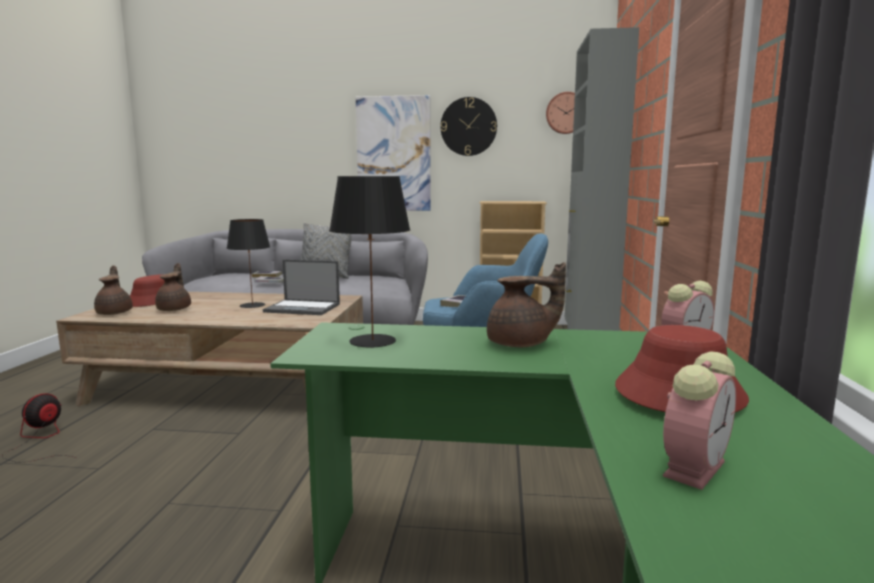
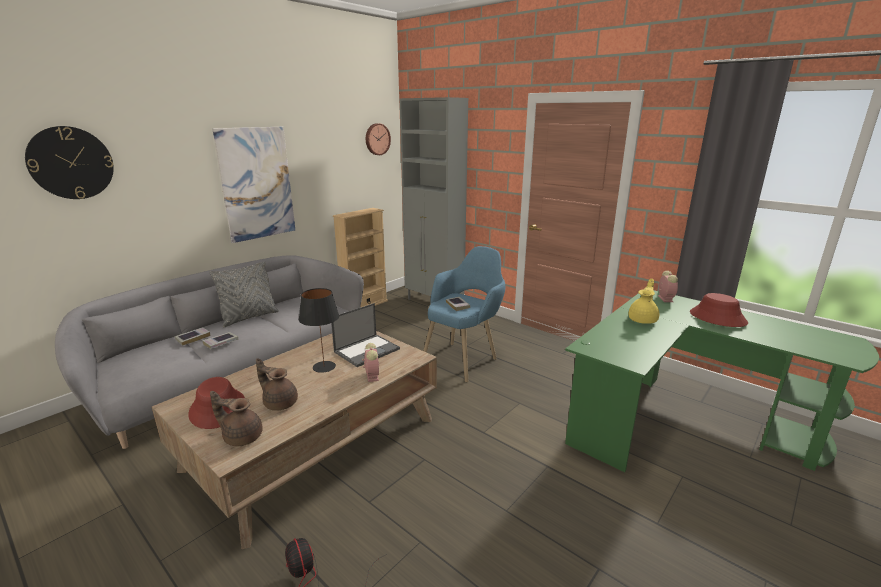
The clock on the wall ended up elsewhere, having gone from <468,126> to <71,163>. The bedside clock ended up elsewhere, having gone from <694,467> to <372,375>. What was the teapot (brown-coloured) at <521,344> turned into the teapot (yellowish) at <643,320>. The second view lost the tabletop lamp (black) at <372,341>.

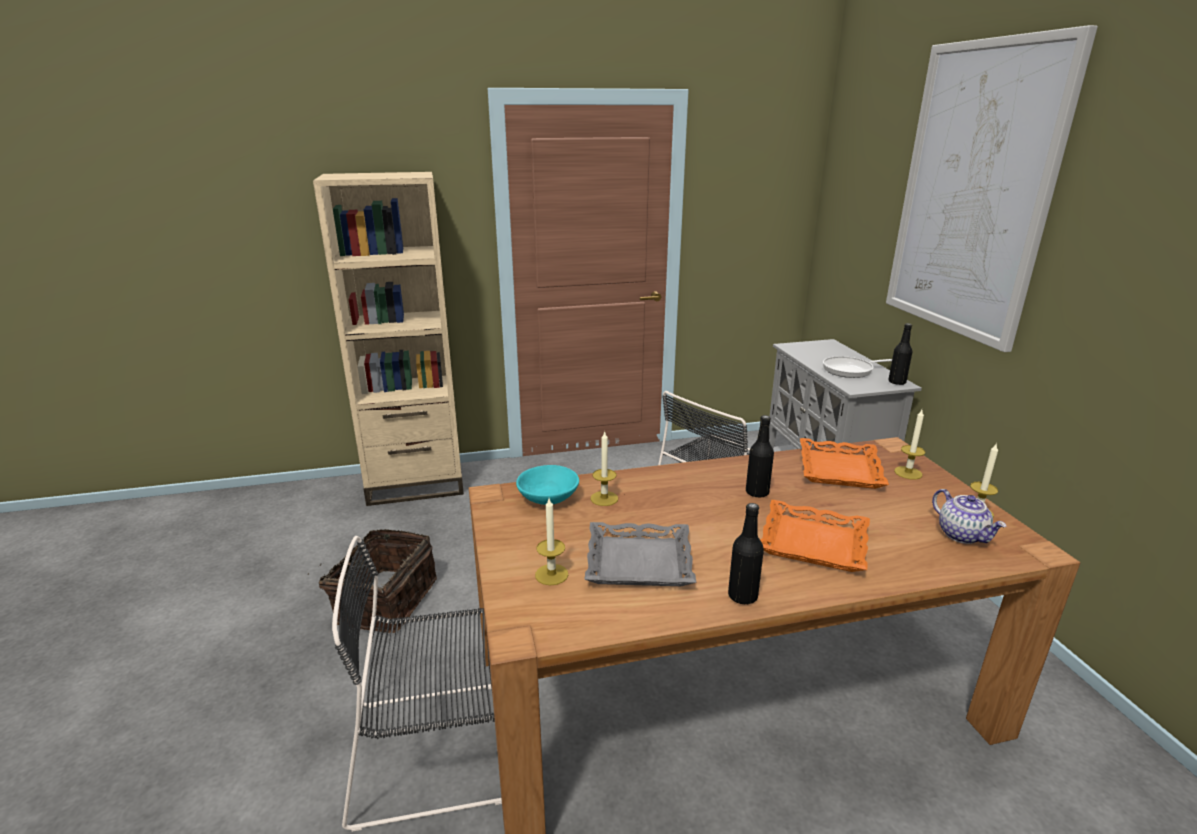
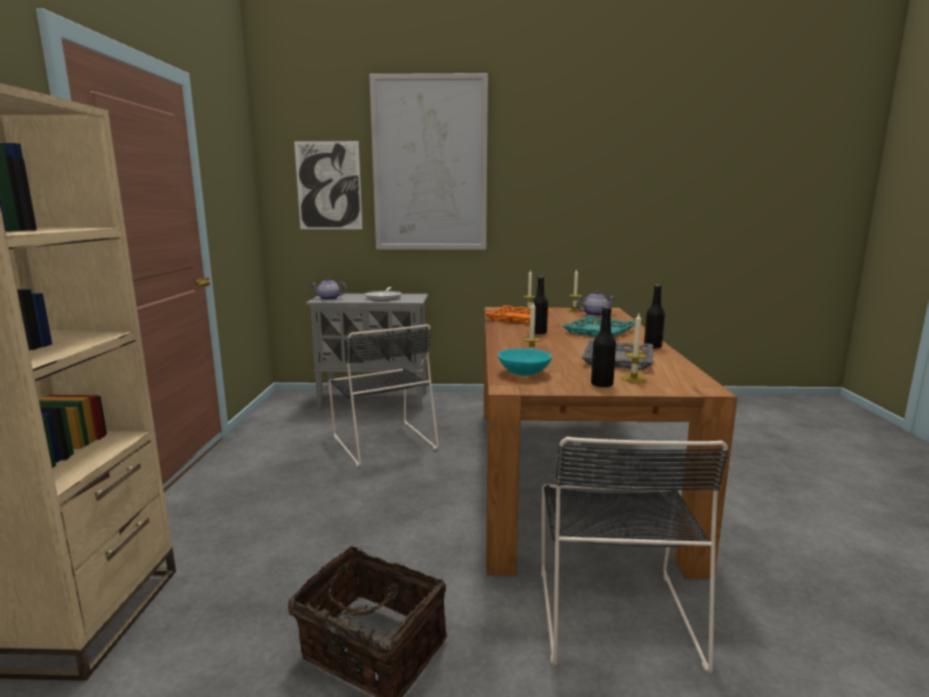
The second view gained the picture at <329,185>. The second view gained the teapot at <328,298>. What was the carrying tray (orange) at <813,542> turned into the carrying tray (turquoise-coloured) at <599,331>. The drink bottle (black) ended up elsewhere, having gone from <897,382> to <602,384>.

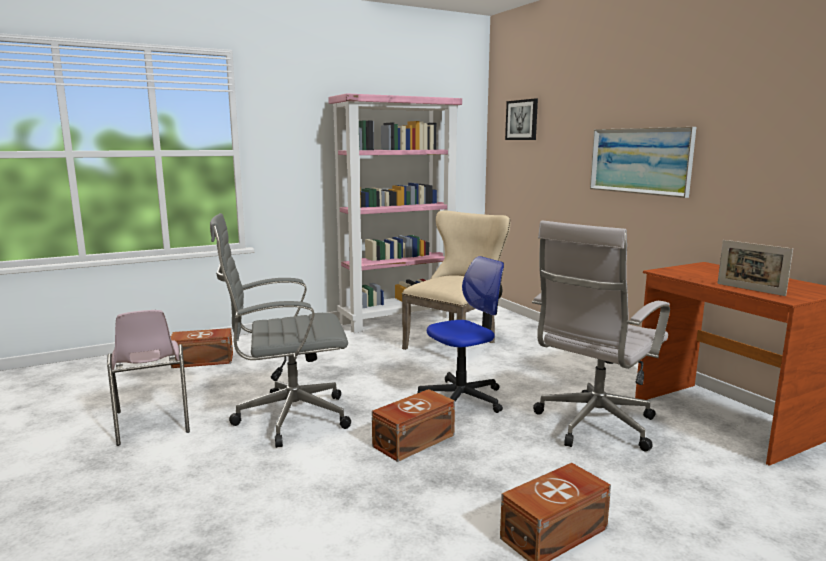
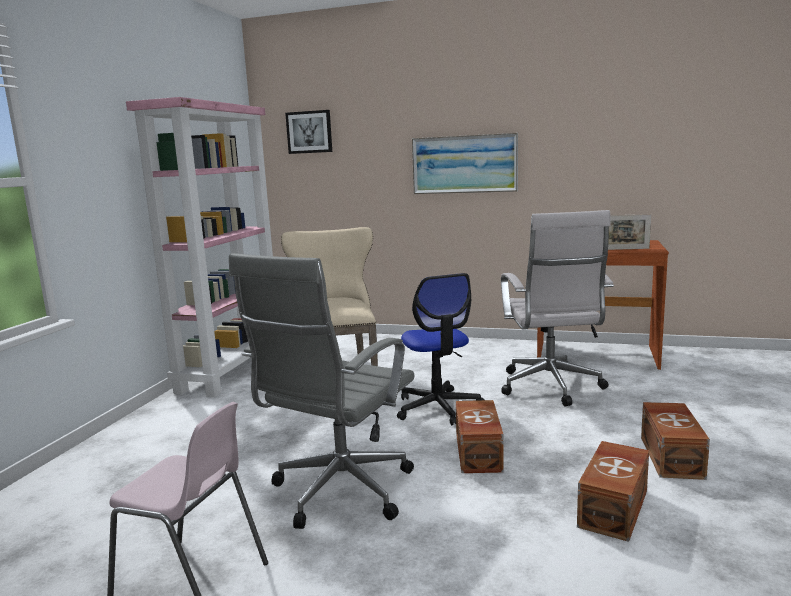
The office chair at <462,398> ended up facing another way, 150 degrees clockwise from before. The storage box (brown-coloured) ended up elsewhere, having gone from <203,361> to <615,508>.

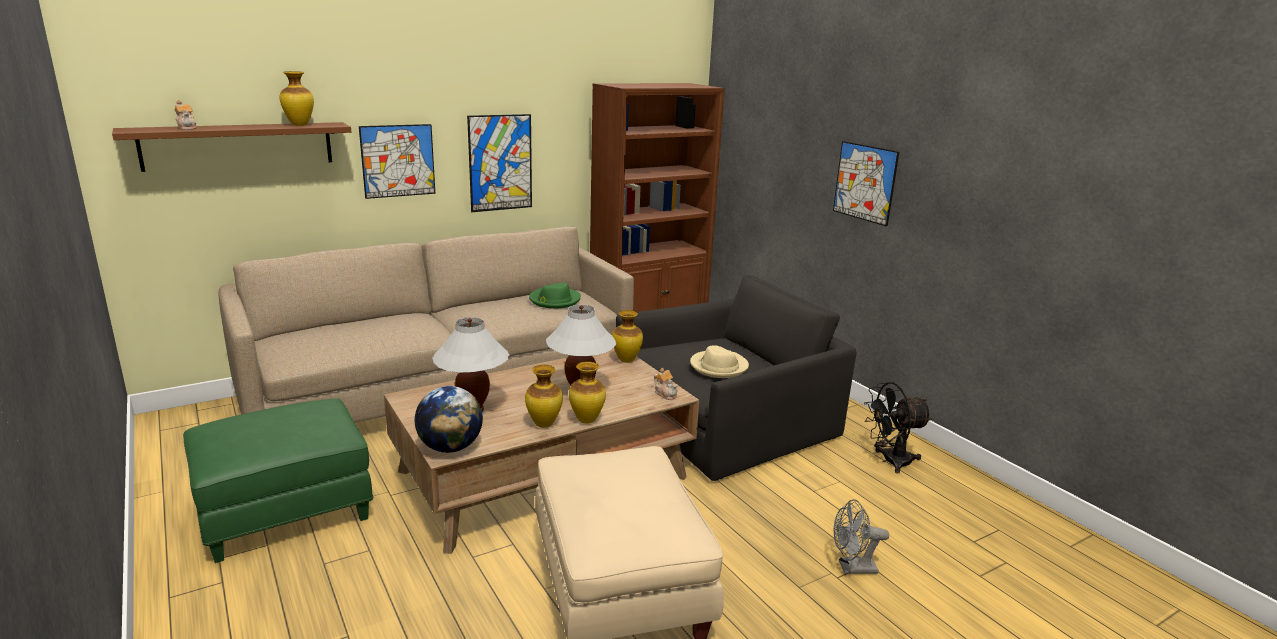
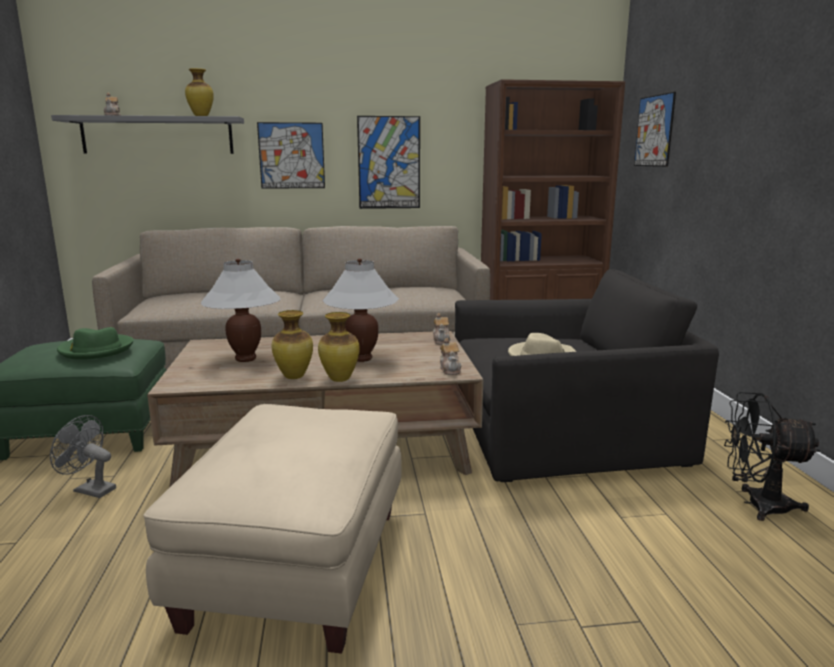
The fan (grey) ended up elsewhere, having gone from <852,568> to <89,489>. What was the bracket shelf (brown-coloured) at <238,145> turned into the bracket shelf (grey) at <158,135>. The hat (greenish) ended up elsewhere, having gone from <554,300> to <96,350>. Where the decorative vase stood at <626,360>, the teapot came to stand at <441,340>. The picture ended up elsewhere, having gone from <865,182> to <654,131>. The second view lost the desk globe at <450,447>.

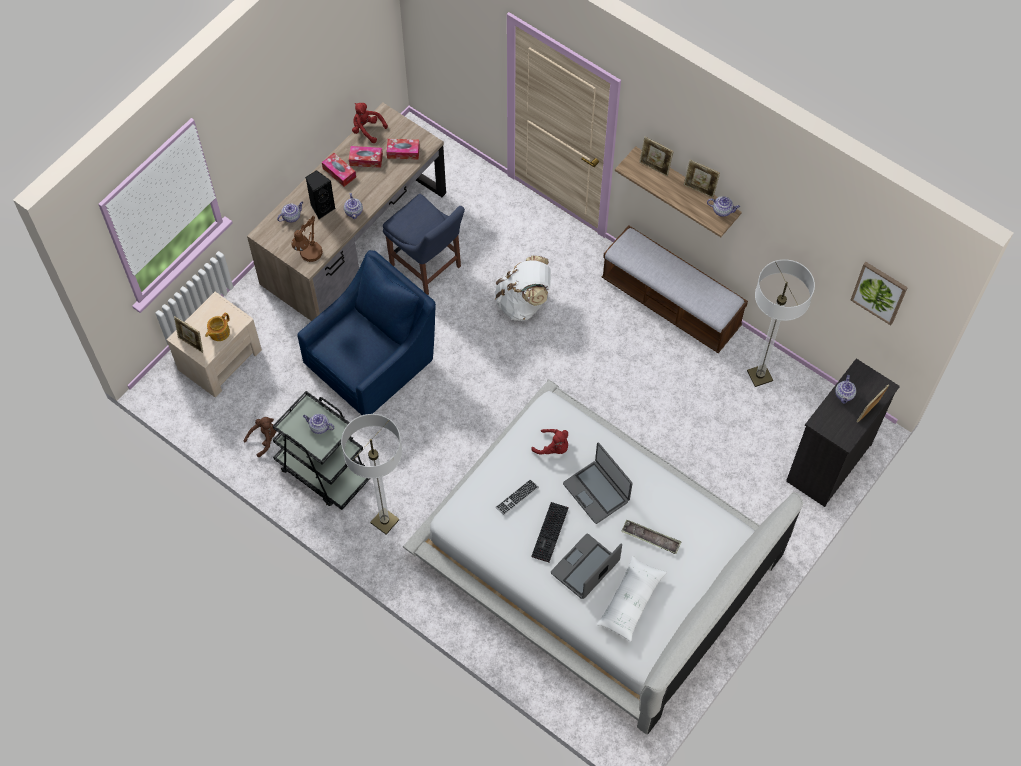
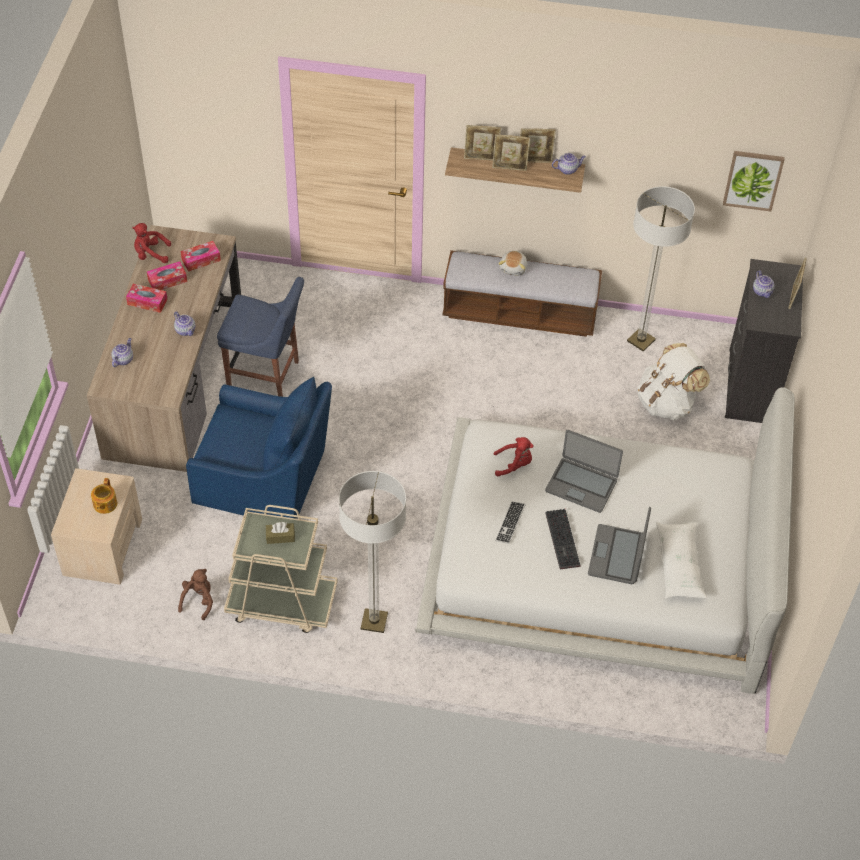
The lounge chair (bluish) at <373,359> ended up facing another way, 90 degrees clockwise from before. What was the wheeled cart (black) at <324,471> turned into the wheeled cart (beige) at <281,603>. Where the teapot stood at <319,427>, the box of tissues (brown-coloured) came to stand at <280,537>. The photo frame ended up elsewhere, having gone from <191,344> to <509,168>. The second view gained the plush toy at <513,268>. The rucksack (white) ended up elsewhere, having gone from <523,302> to <667,402>. The second view lost the tabletop lamp (brown-coloured) at <309,256>. The second view lost the audio speaker (black) at <322,208>. The second view lost the carrying tray at <651,538>.

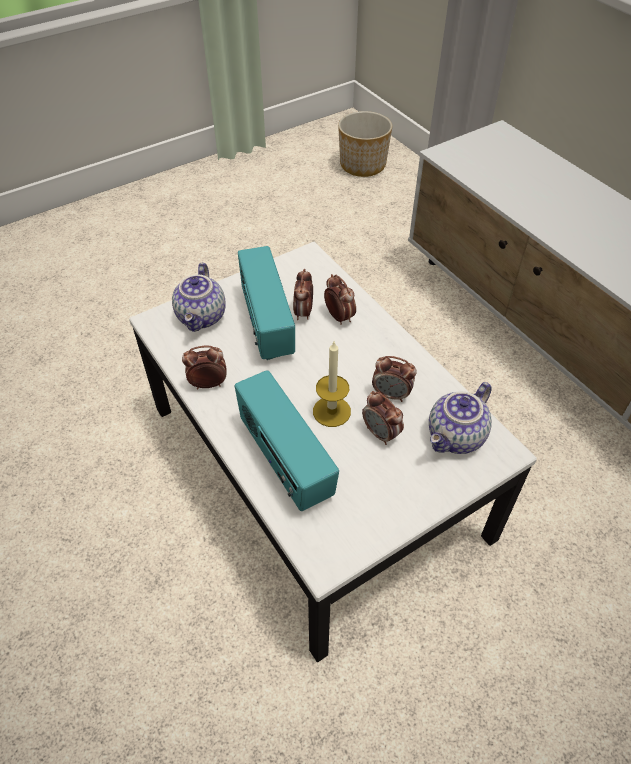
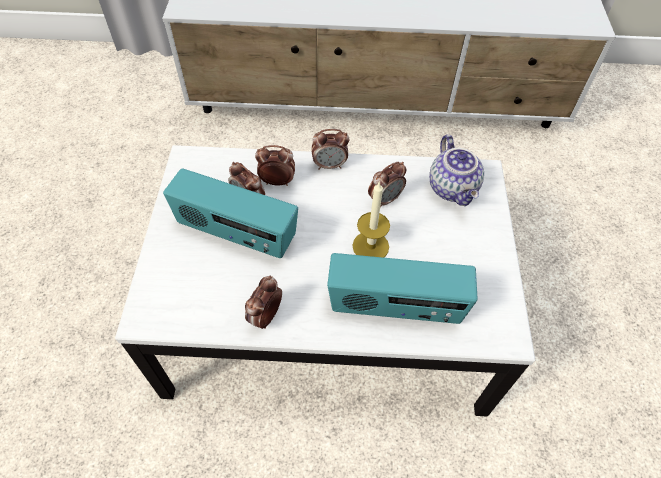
The bedside clock ended up elsewhere, having gone from <381,434> to <329,165>. The second view lost the teapot at <202,317>. The second view lost the flower pot at <362,165>.

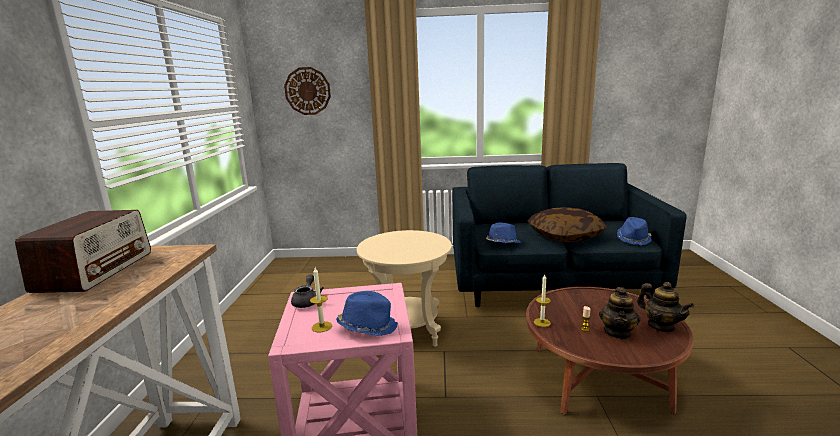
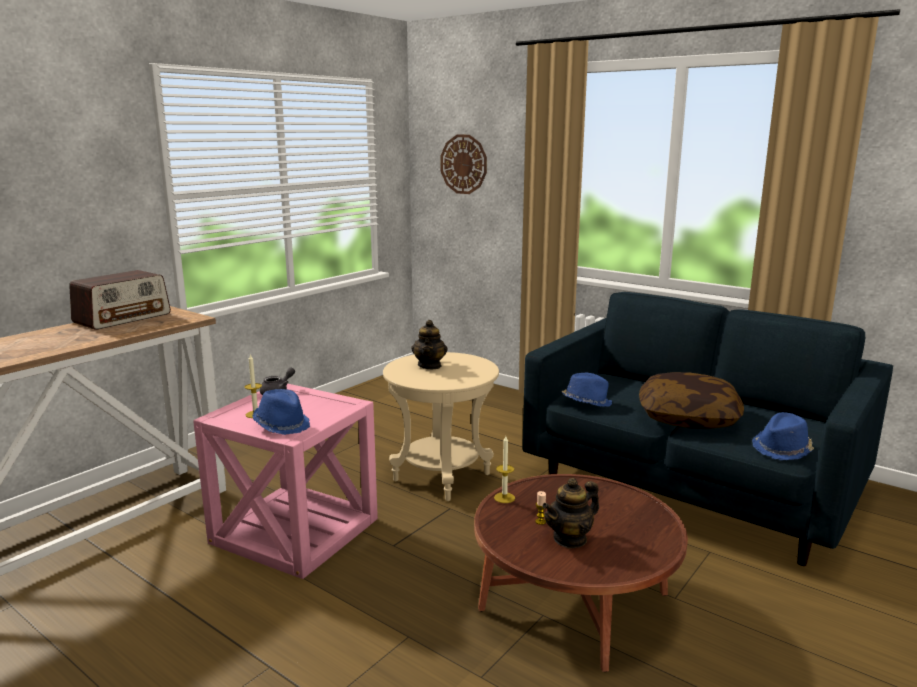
The teapot ended up elsewhere, having gone from <661,326> to <430,365>.

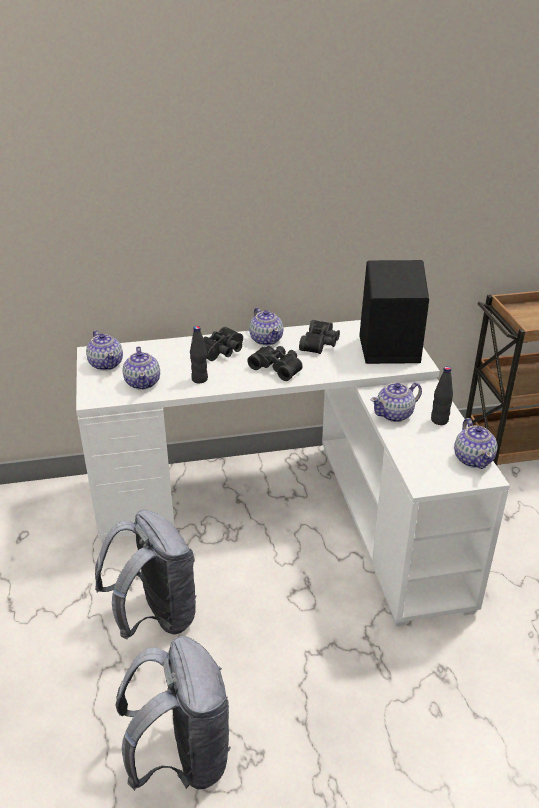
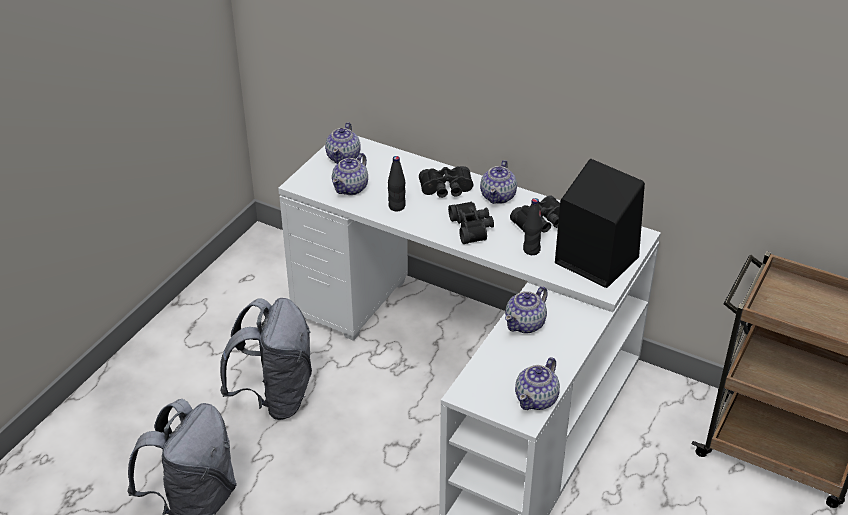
The teapot at <395,414> ended up facing another way, 60 degrees counterclockwise from before. The drink bottle (black) ended up elsewhere, having gone from <439,420> to <531,250>.

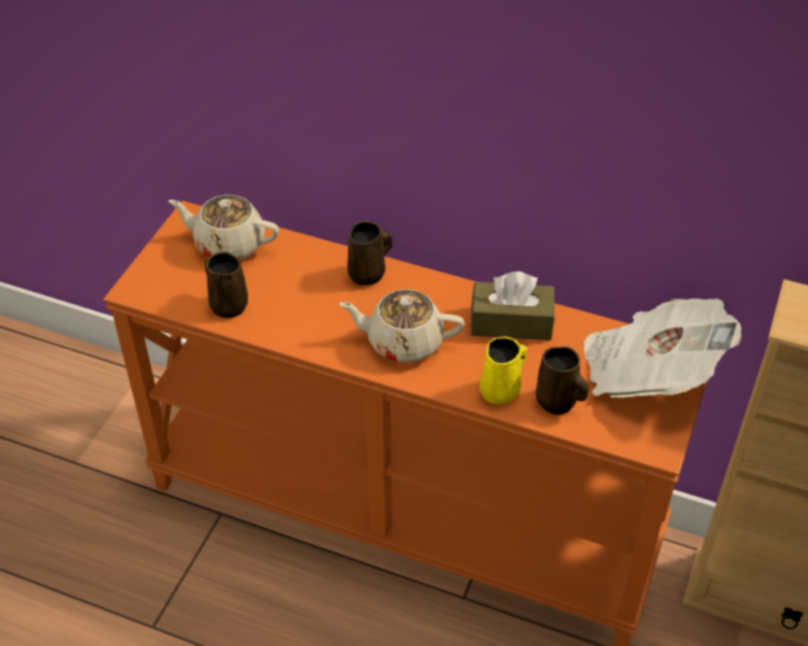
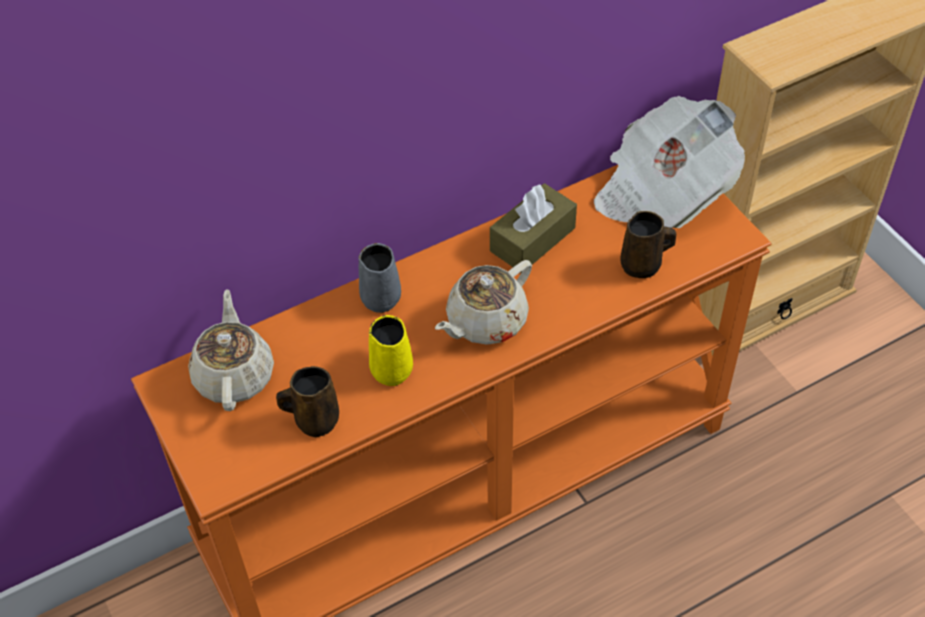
The teapot (beige) at <228,244> ended up facing another way, 120 degrees clockwise from before. What was the mug (brown-coloured) at <368,274> turned into the mug (grey) at <381,296>. The mug (yellowish) ended up elsewhere, having gone from <501,390> to <392,368>.

